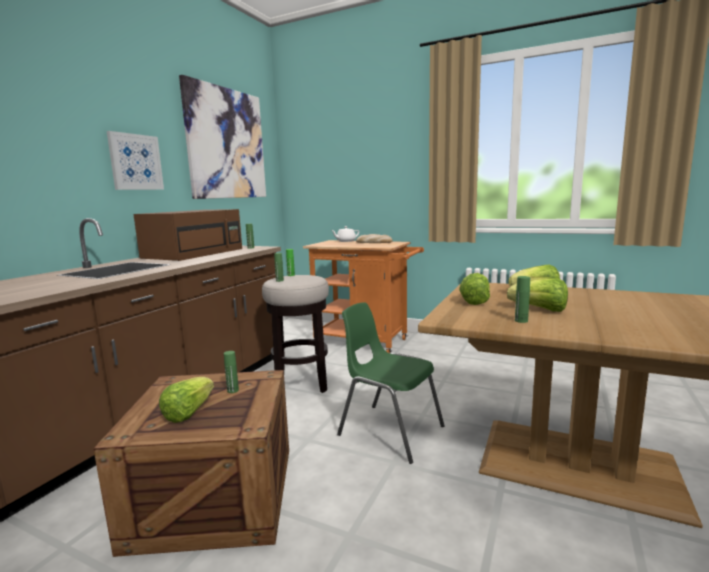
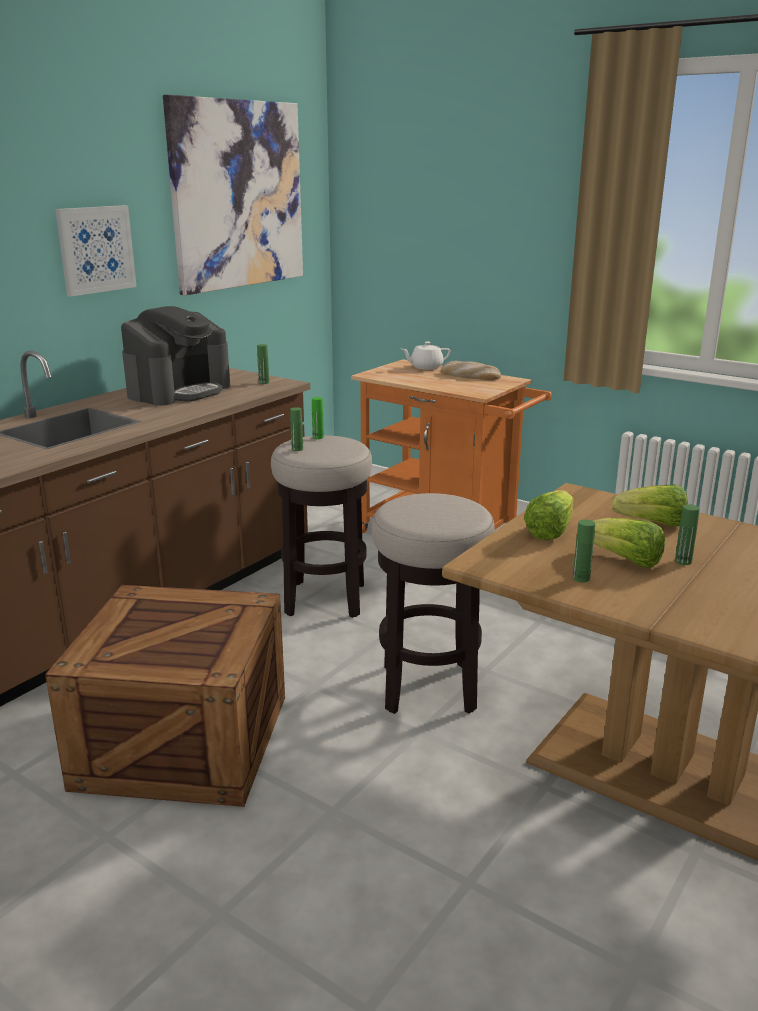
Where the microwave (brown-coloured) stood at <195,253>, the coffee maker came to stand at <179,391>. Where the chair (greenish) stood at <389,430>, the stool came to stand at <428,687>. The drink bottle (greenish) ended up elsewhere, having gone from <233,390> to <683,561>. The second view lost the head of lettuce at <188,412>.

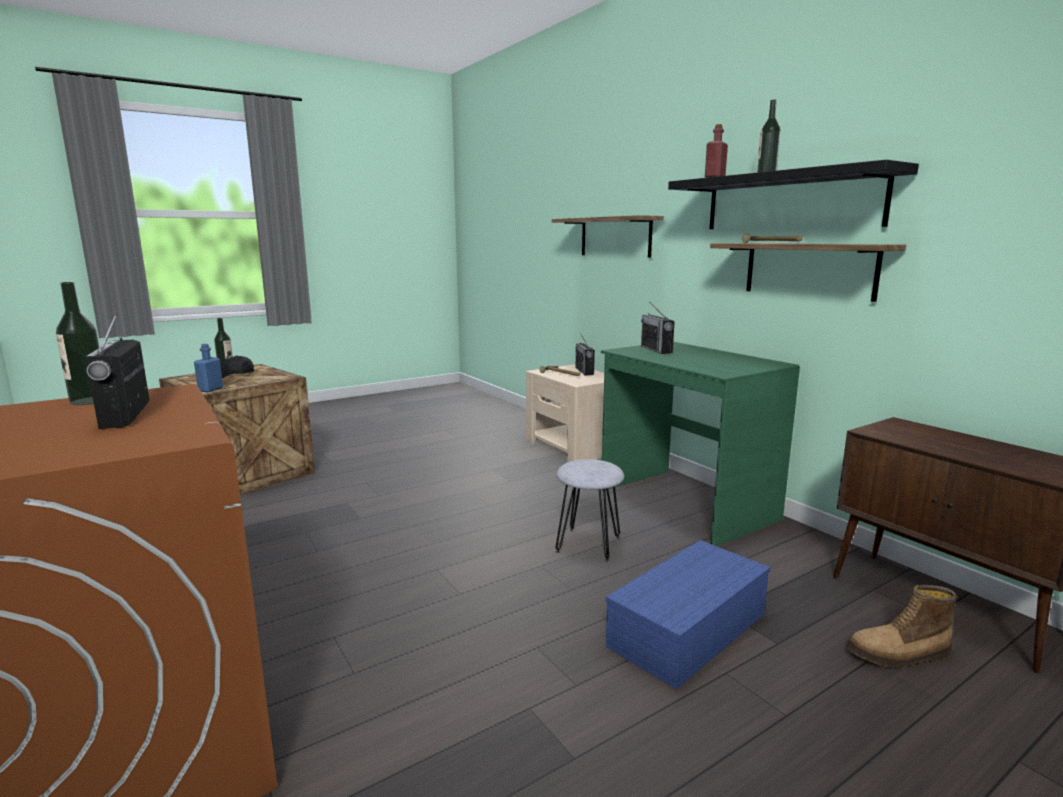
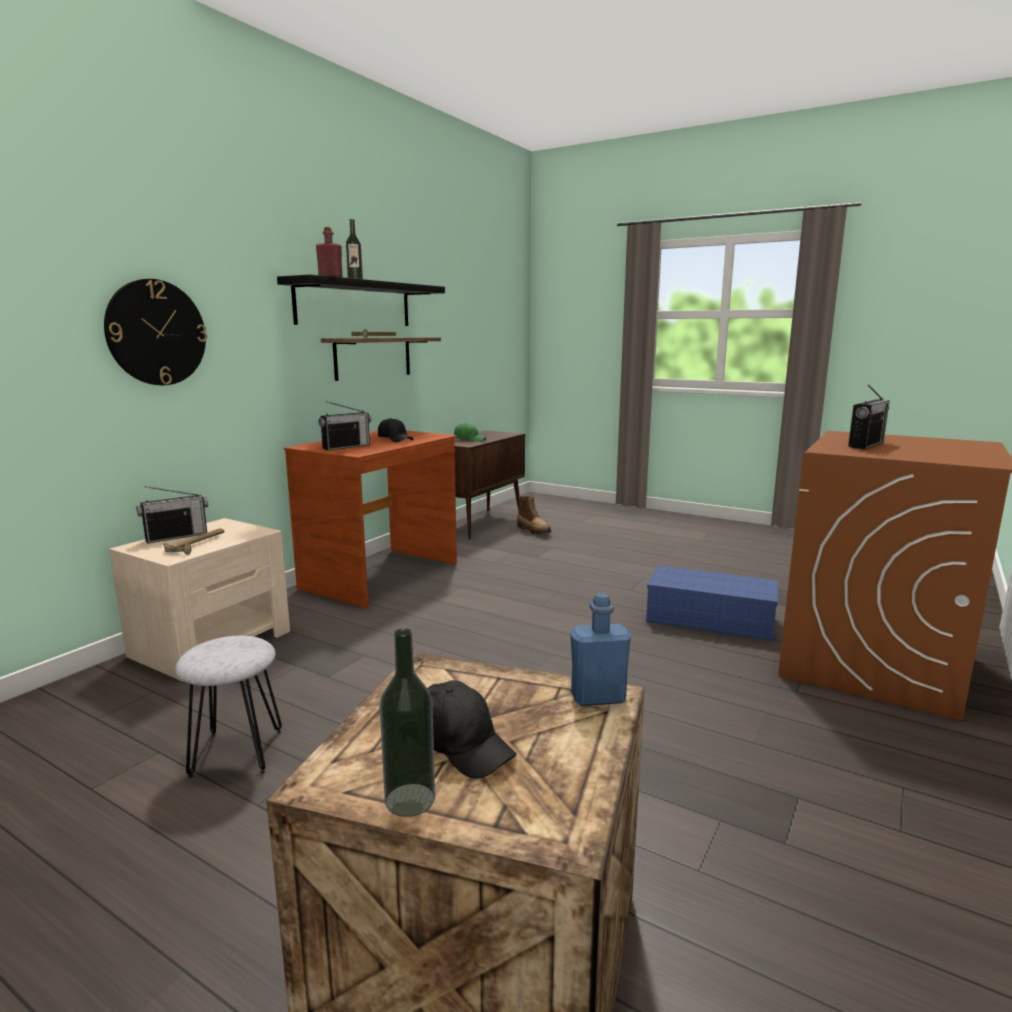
Where the bracket shelf hung at <615,237>, the clock on the wall came to hang at <156,333>. The stool (grey) ended up elsewhere, having gone from <587,544> to <236,753>. What was the desk unit (greenish) at <684,504> turned into the desk unit (brown-coloured) at <382,576>. The second view gained the peaked cap (black) at <395,439>. The second view gained the peaked cap (greenish) at <469,440>. The storage box (bluish) ended up elsewhere, having gone from <688,631> to <712,619>. The second view lost the drink bottle at <89,401>.

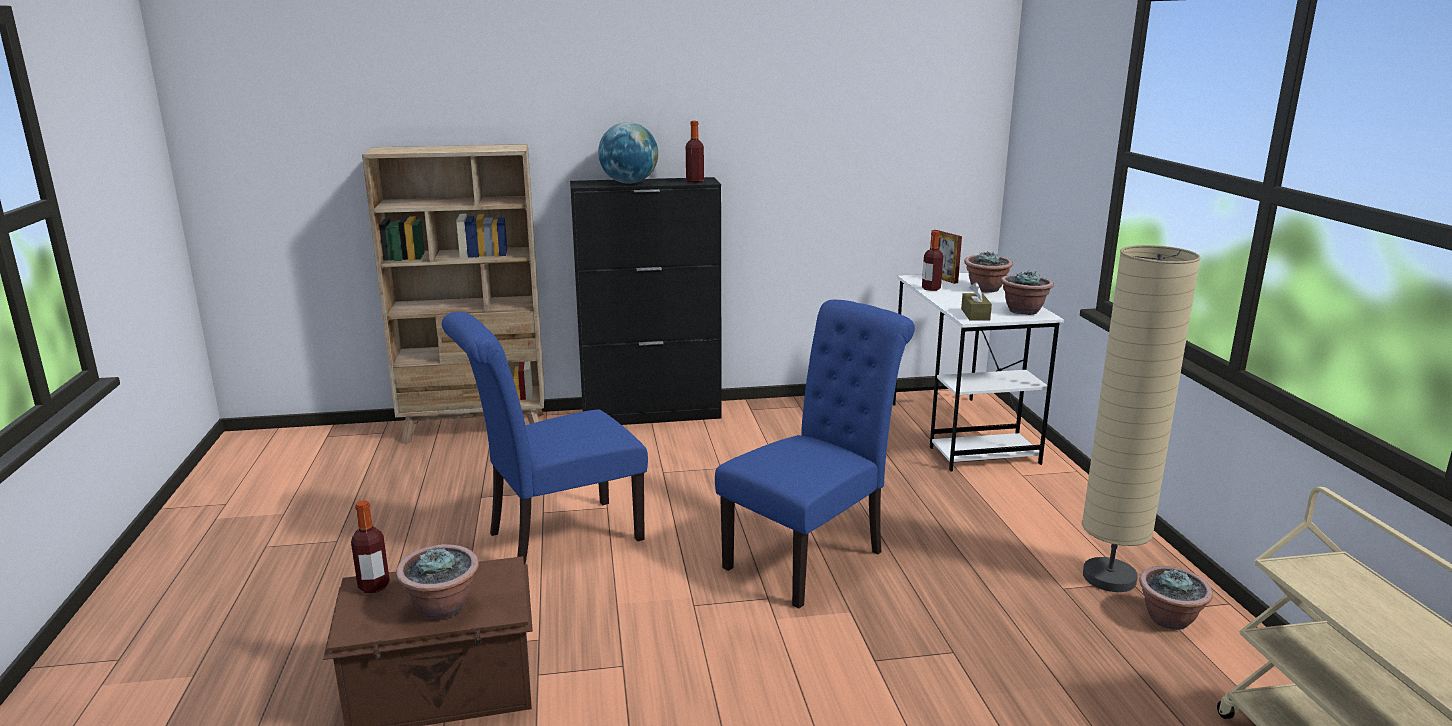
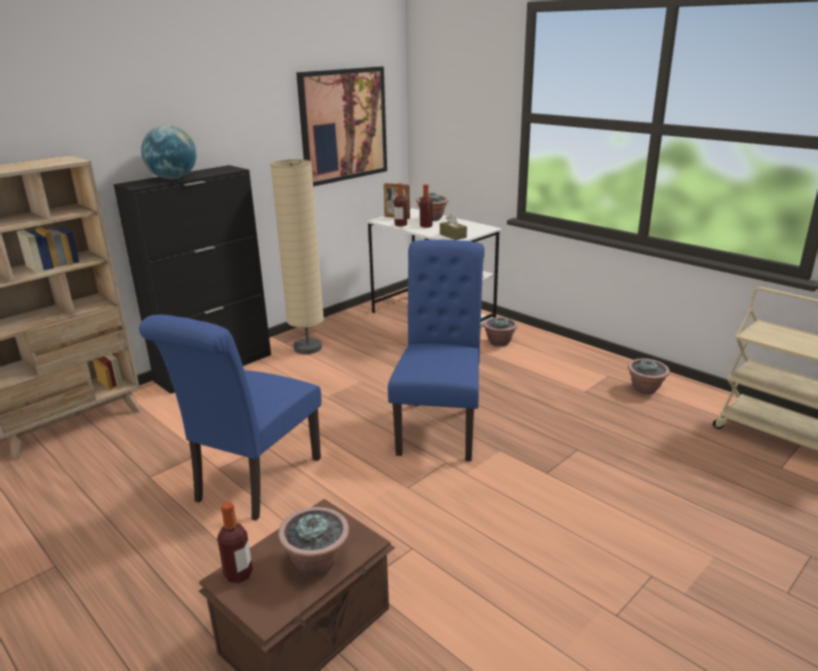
The standing lamp (beige) ended up elsewhere, having gone from <1109,578> to <308,348>. The second view gained the picture at <343,125>. The drink bottle ended up elsewhere, having gone from <695,181> to <426,226>. The houseplant ended up elsewhere, having gone from <1023,311> to <499,342>.

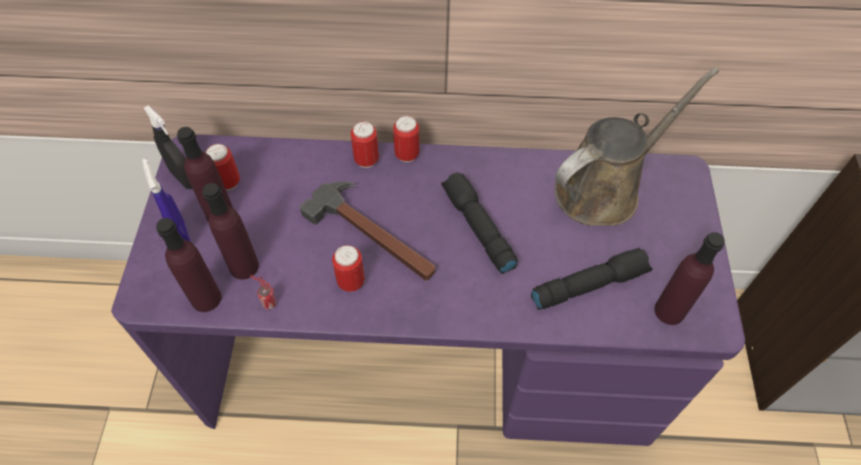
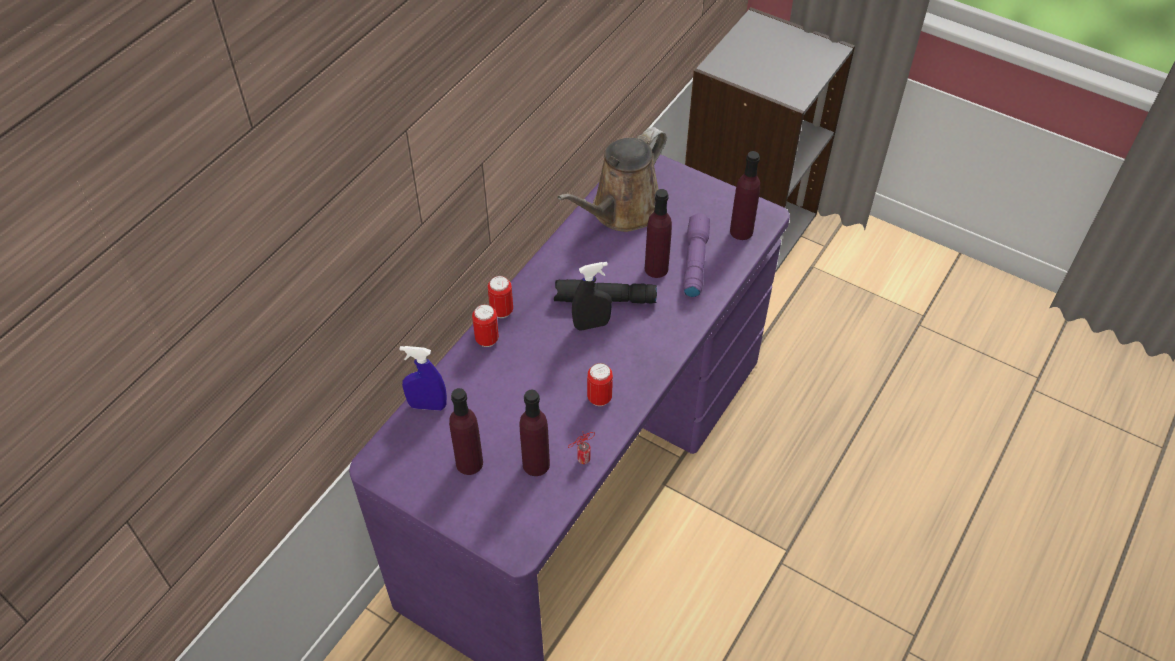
The sprayer (bluish) ended up elsewhere, having gone from <182,235> to <427,405>. The sprinkling can (brown-coloured) at <604,189> ended up facing another way, 135 degrees counterclockwise from before. The sprayer (black) ended up elsewhere, having gone from <184,178> to <591,324>. The drink bottle (purplish) ended up elsewhere, having gone from <206,298> to <656,269>. What was the hand torch (black) at <589,284> turned into the hand torch (purplish) at <694,261>. The second view lost the metal can at <228,182>. The second view lost the tool hammer at <373,235>.

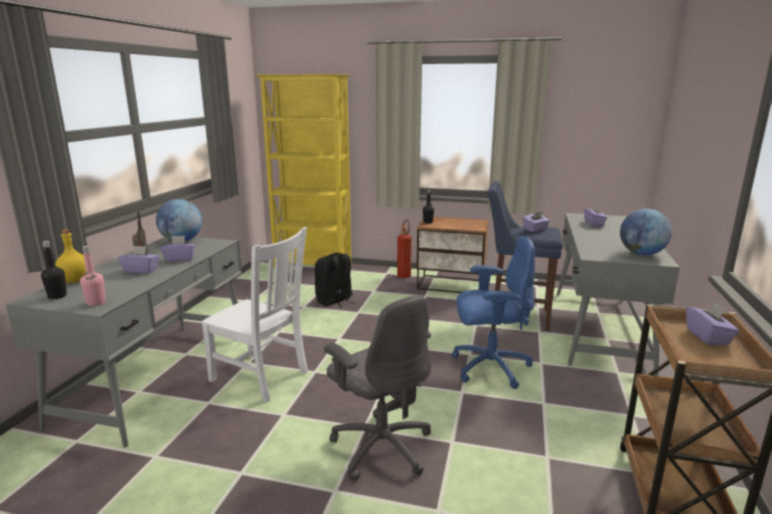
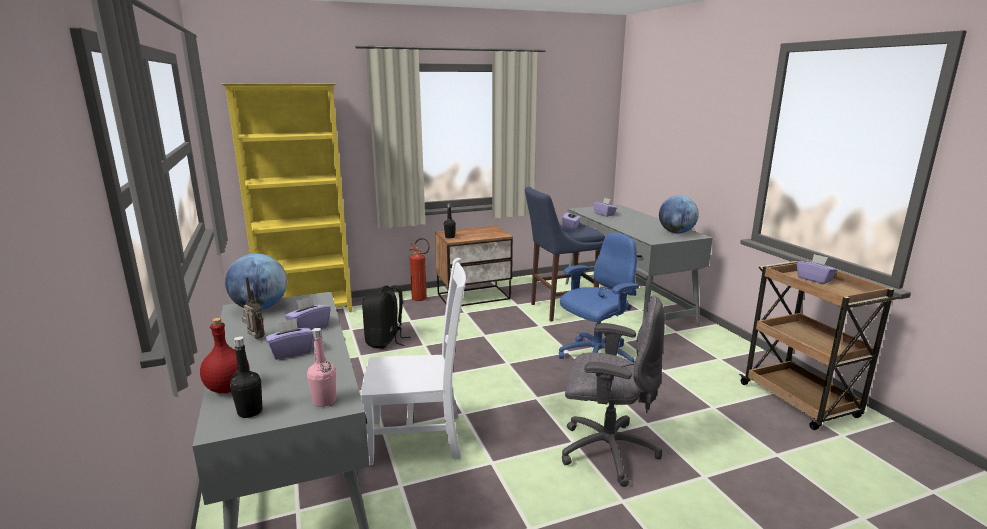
What was the drink bottle (yellowish) at <75,281> turned into the drink bottle (red-coloured) at <228,388>.

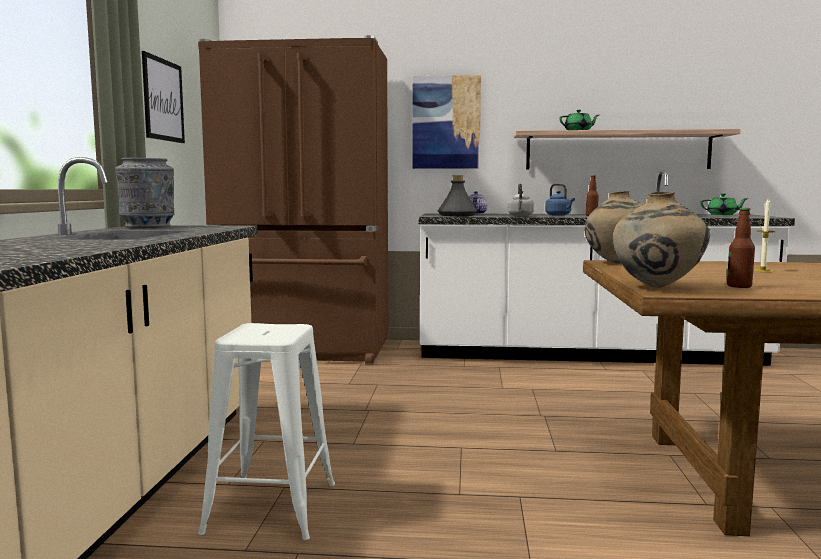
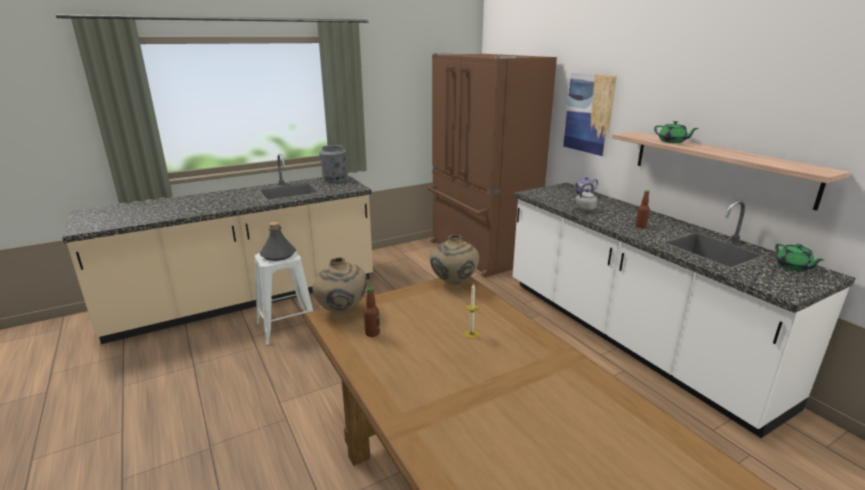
The drink bottle (grey) ended up elsewhere, having gone from <457,215> to <278,255>. The second view lost the picture at <163,100>. The second view lost the tea kettle (bluish) at <559,215>.

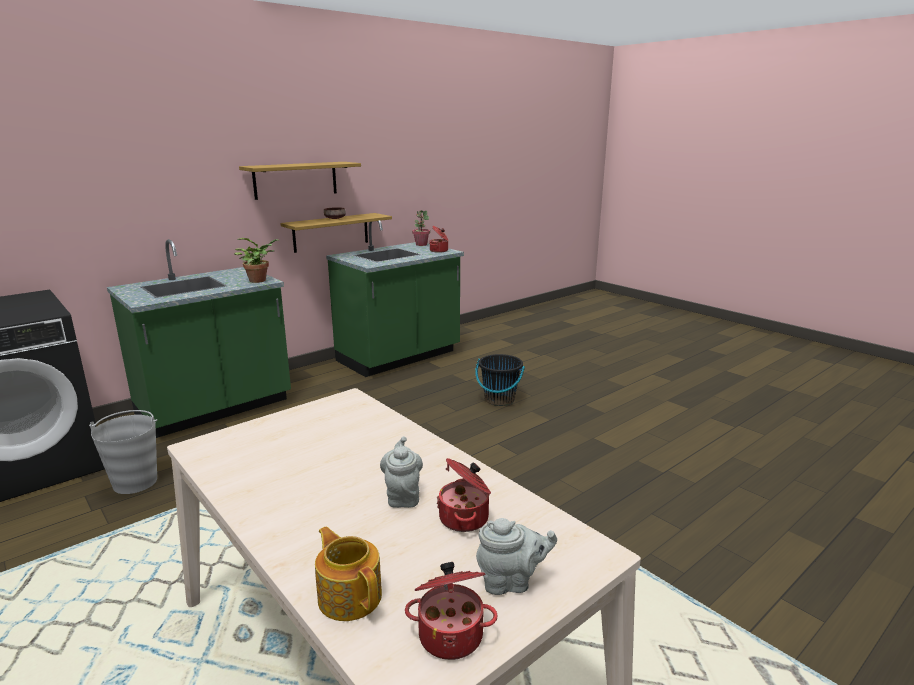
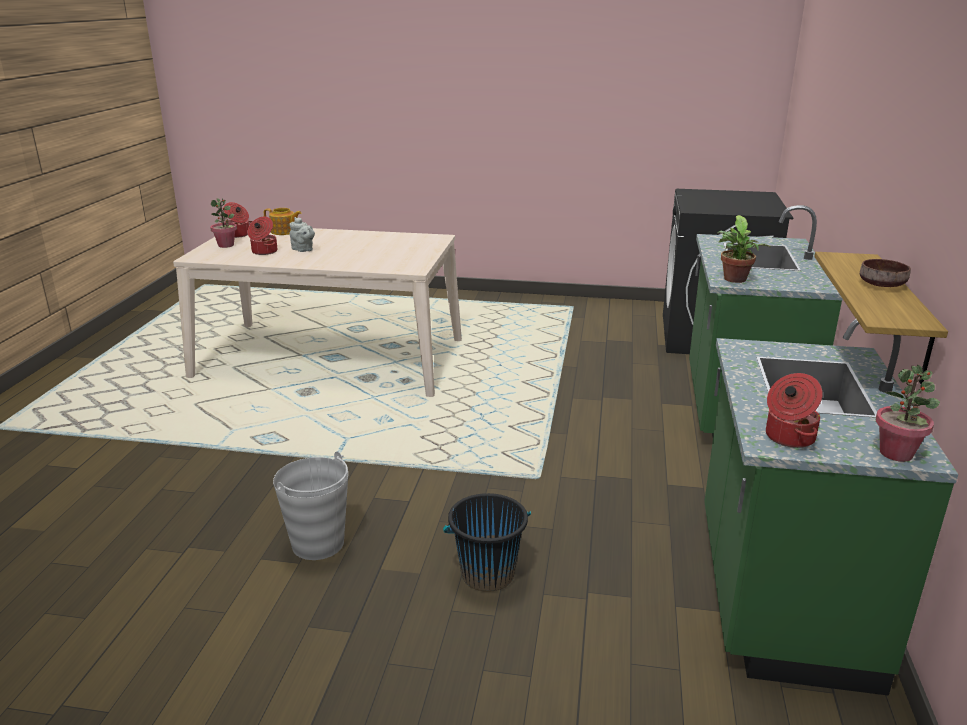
Where the teapot (grey) stood at <511,582>, the houseplant came to stand at <226,245>. The bucket (grey) ended up elsewhere, having gone from <135,482> to <318,544>. The second view lost the bracket shelf at <295,180>.

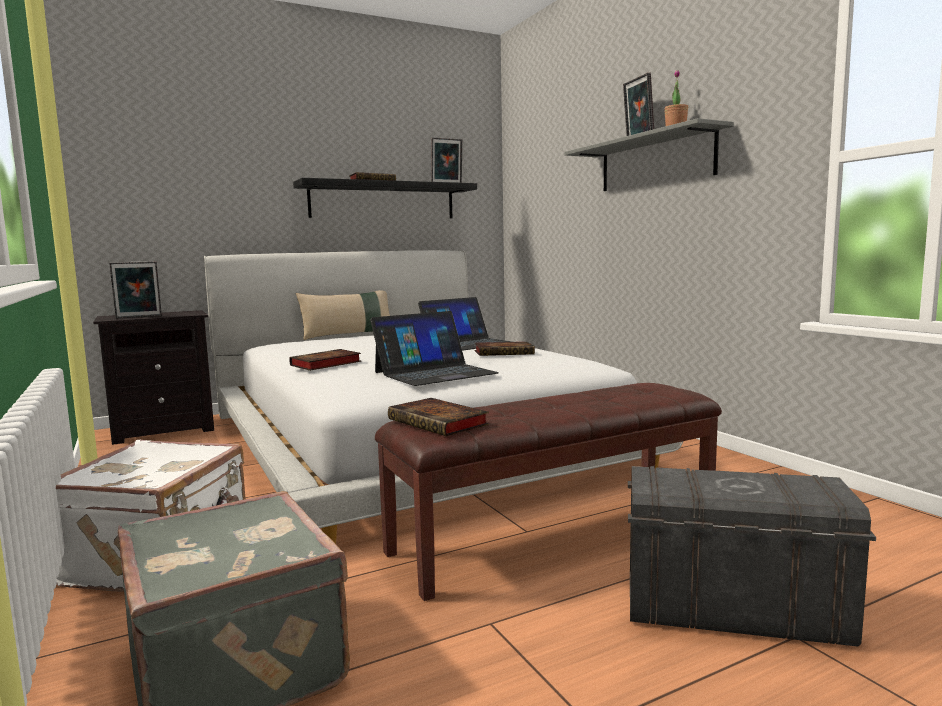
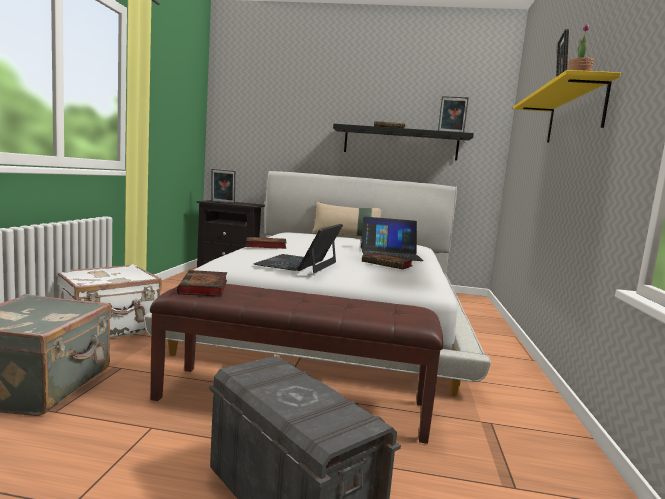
The portable computer at <435,373> ended up facing another way, 105 degrees clockwise from before. What was the bracket shelf (grey) at <655,161> turned into the bracket shelf (yellowish) at <574,115>.

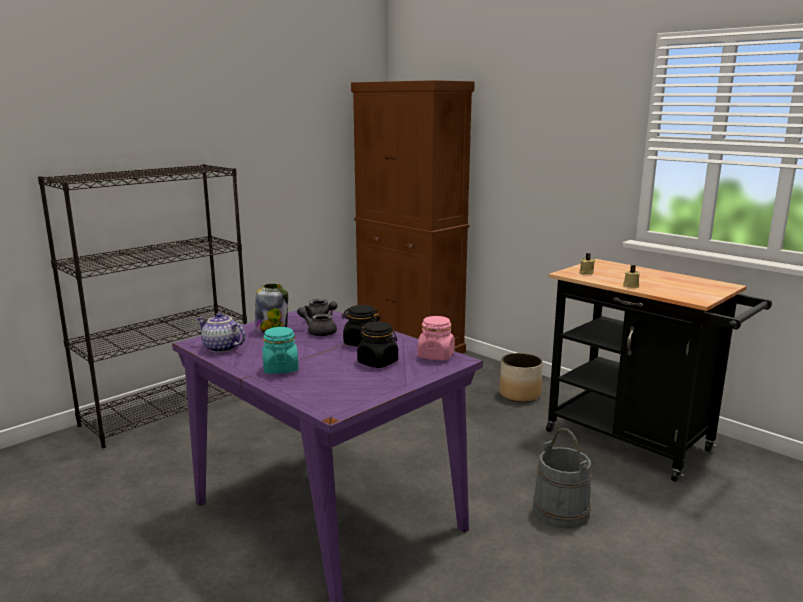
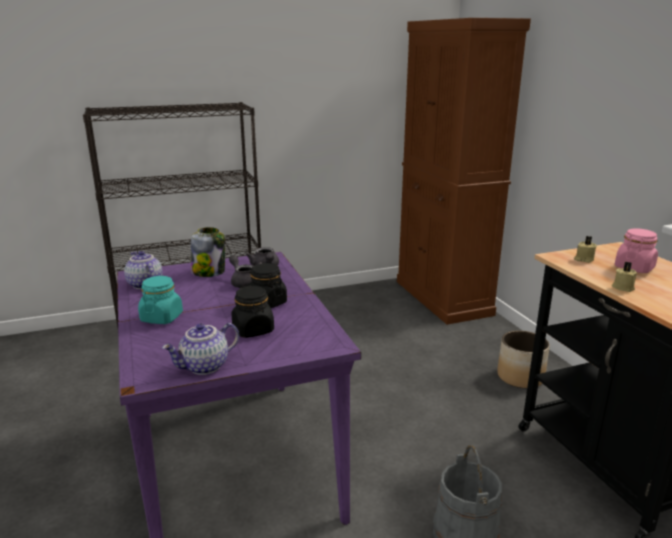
The second view gained the teapot at <204,367>. The preserve jar (pink-coloured) ended up elsewhere, having gone from <436,356> to <634,268>.

